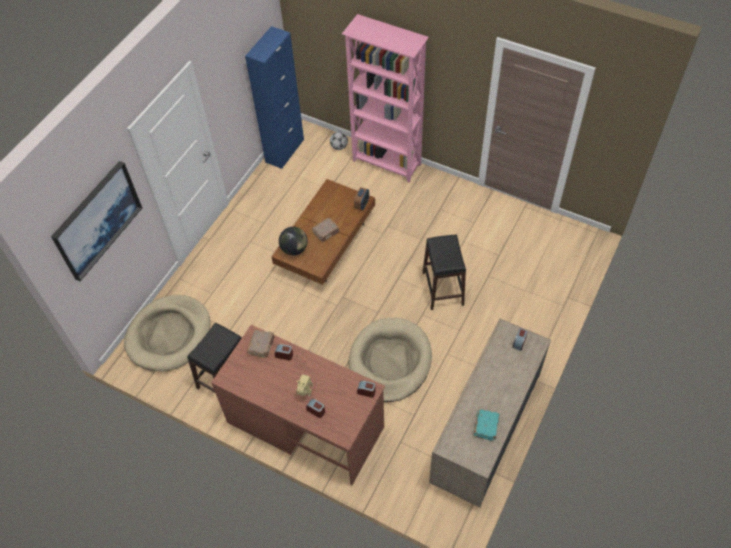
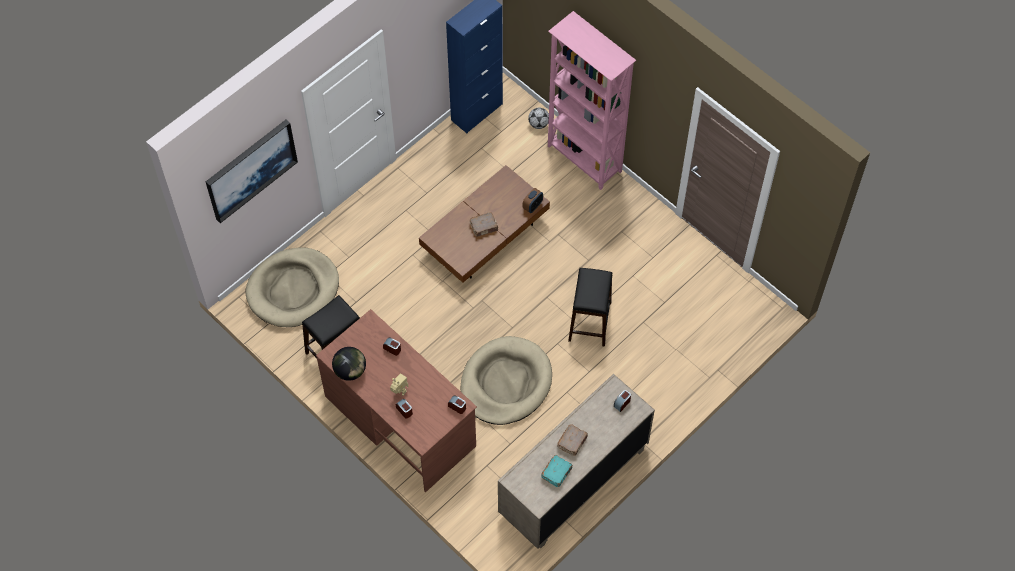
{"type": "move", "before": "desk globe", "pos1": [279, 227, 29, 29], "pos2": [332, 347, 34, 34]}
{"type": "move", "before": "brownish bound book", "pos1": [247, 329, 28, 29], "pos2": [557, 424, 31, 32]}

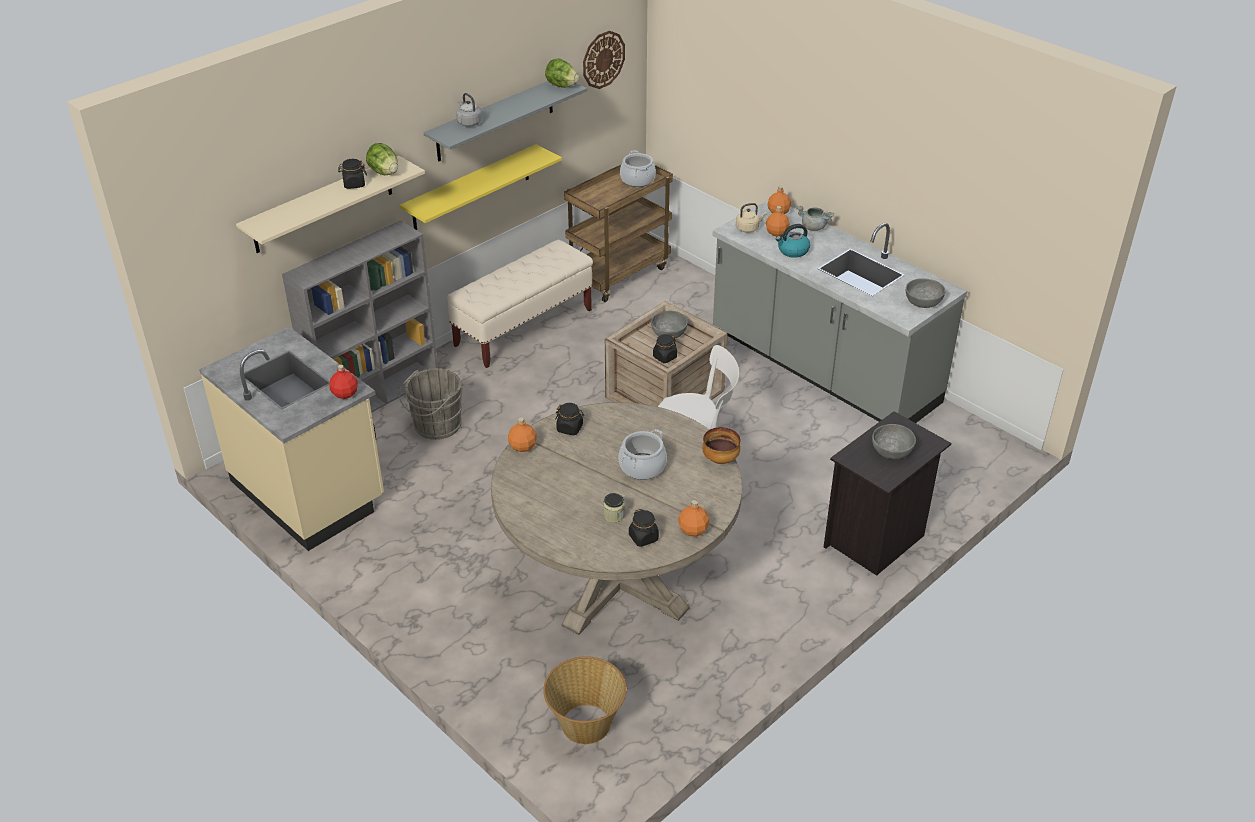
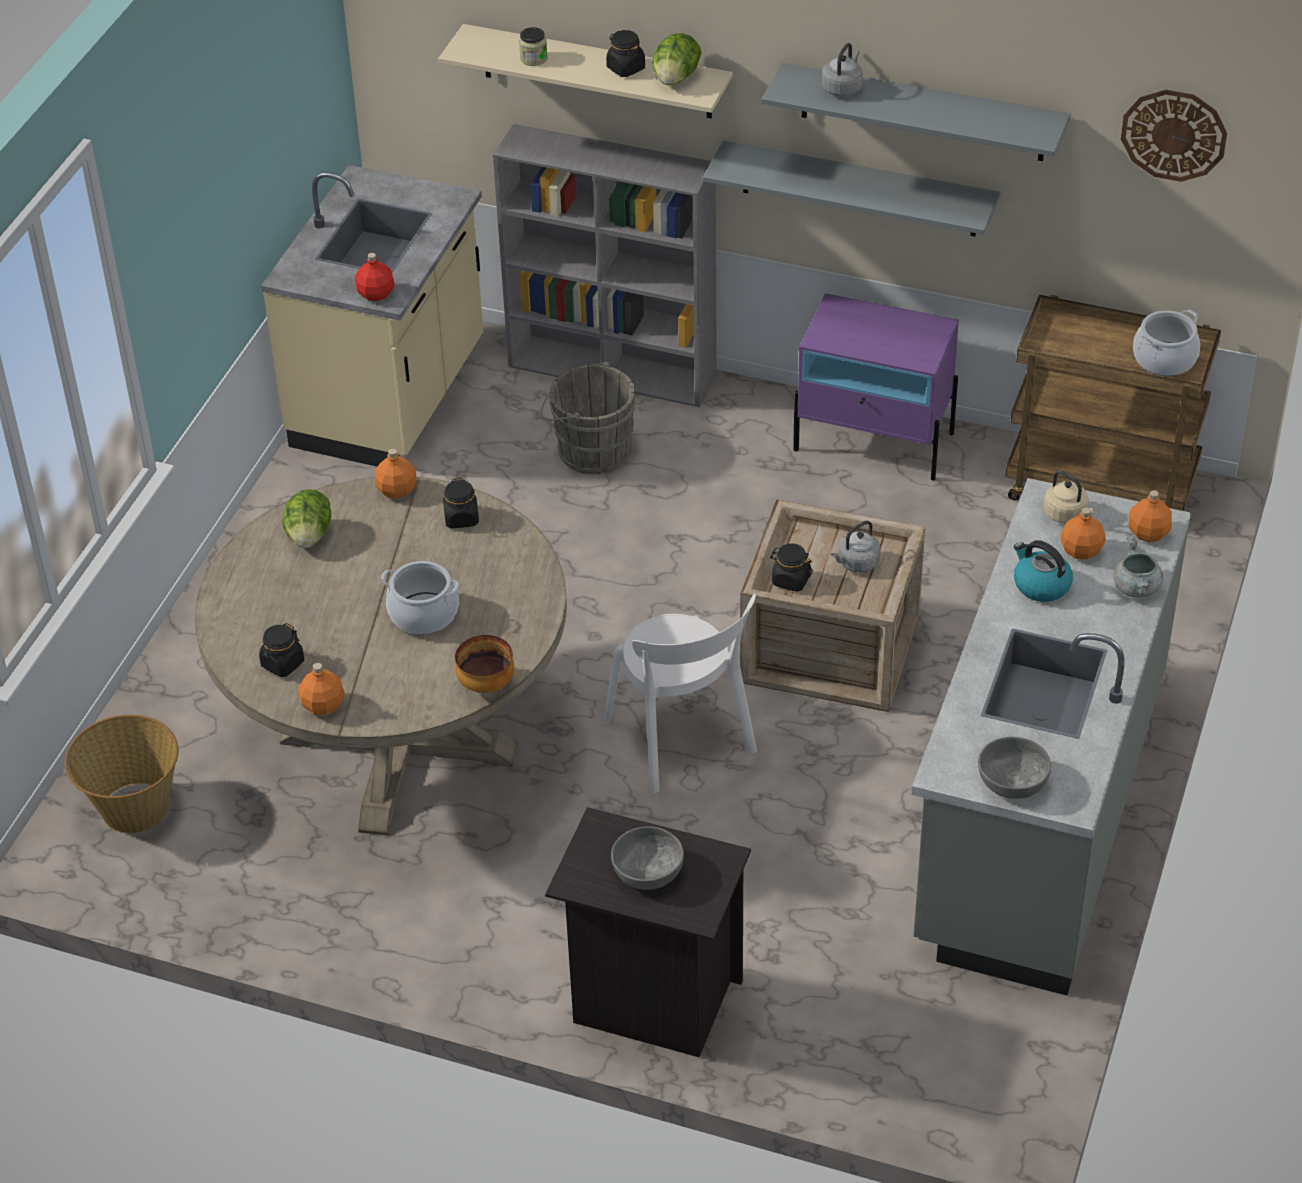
{"type": "move", "before": "lettuce", "pos1": [545, 59, 34, 29], "pos2": [282, 489, 49, 59]}
{"type": "move", "before": "preserve jar", "pos1": [603, 493, 22, 30], "pos2": [519, 27, 28, 39]}
{"type": "recolor", "before": "yellow-coloured shelf", "after": "gray shelf", "pos1": [400, 144, 162, 86], "pos2": [703, 140, 298, 97]}
{"type": "replace", "before": "beige-coloured indoor bench", "after": "purple nightstand", "pos1": [446, 240, 147, 128], "pos2": [793, 293, 166, 187]}
{"type": "replace", "before": "gray deep dish", "after": "gray water kettle", "pos1": [651, 311, 37, 27], "pos2": [831, 521, 50, 52]}

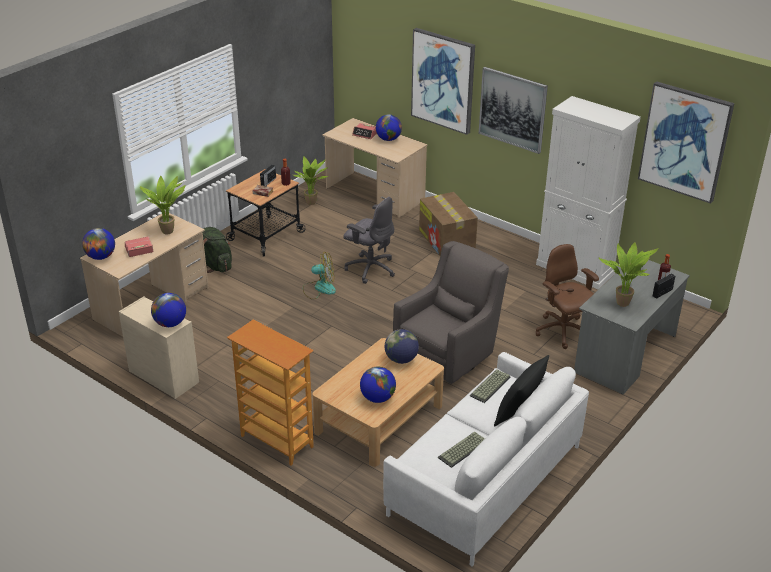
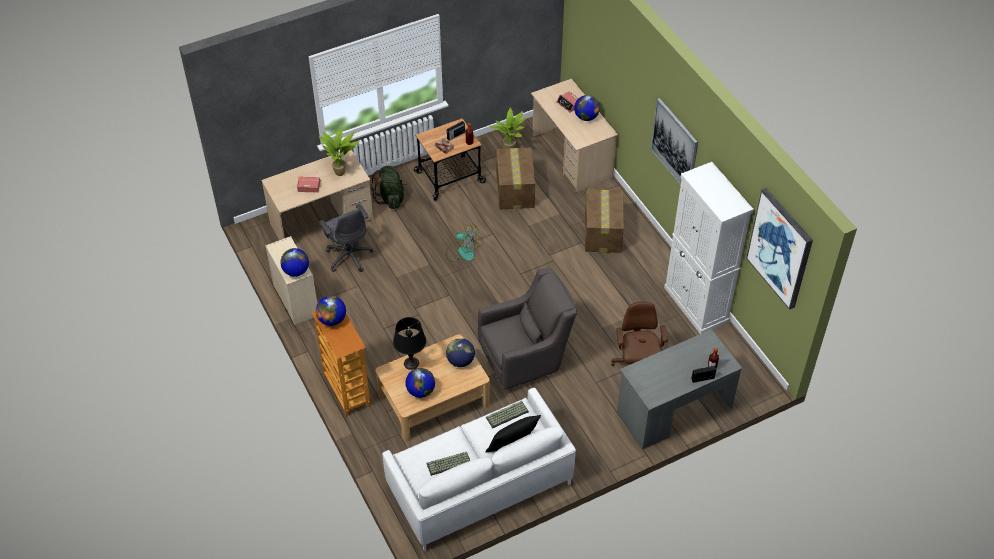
{"type": "move", "before": "desk globe", "pos1": [82, 228, 33, 32], "pos2": [316, 296, 30, 30]}
{"type": "move", "before": "gray computer chair", "pos1": [343, 197, 52, 87], "pos2": [319, 204, 54, 68]}
{"type": "insert", "after": "black table lamp", "pos2": [393, 317, 33, 53]}
{"type": "insert", "after": "carton", "pos2": [496, 147, 39, 62]}
{"type": "delete", "before": "wall picture", "pos1": [411, 28, 64, 107]}
{"type": "delete", "before": "potted plant", "pos1": [599, 242, 59, 65]}

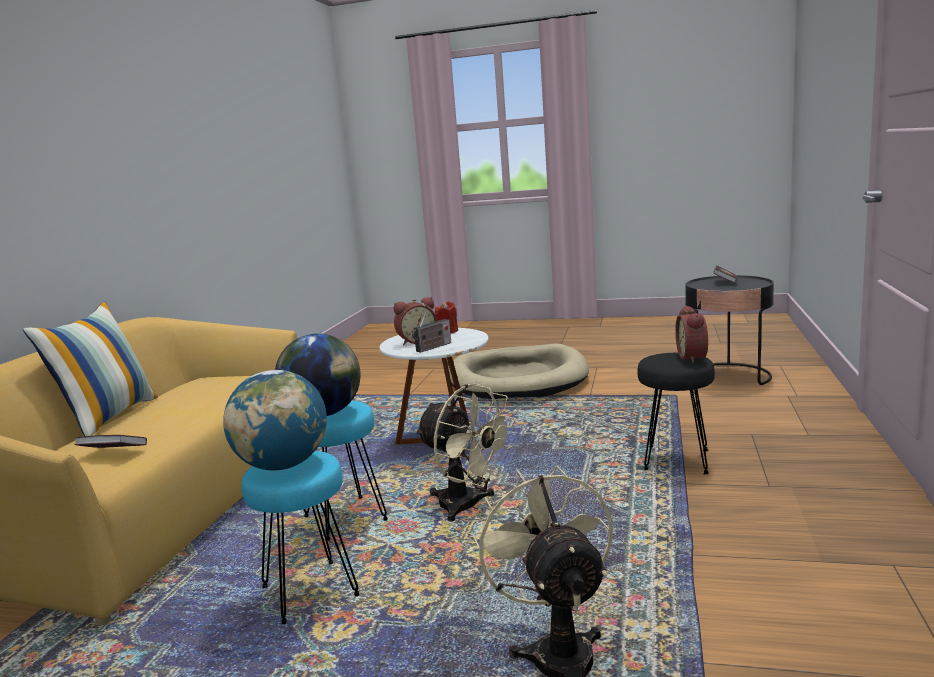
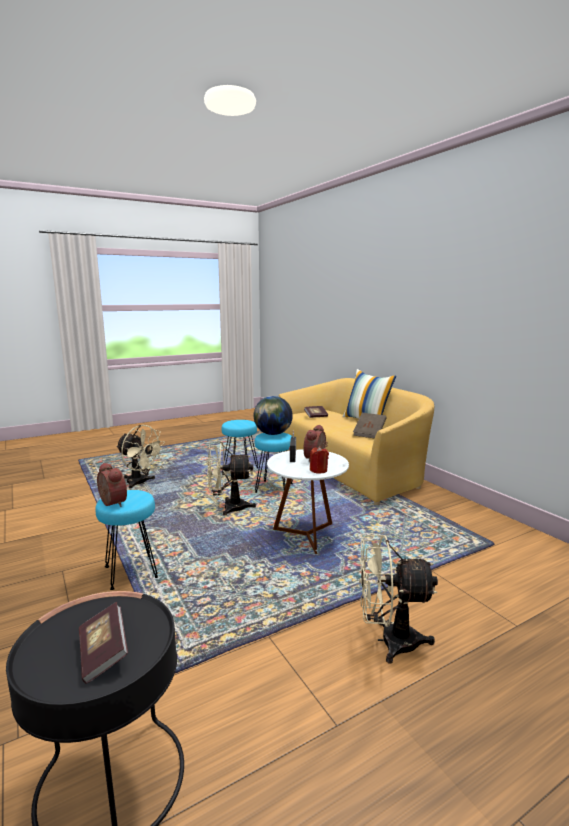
{"type": "recolor", "before": "black stool seat", "after": "turquoise-coloured stool seat", "pos1": [637, 353, 78, 121], "pos2": [95, 490, 63, 100]}
{"type": "insert", "after": "brownish bound book", "pos2": [353, 413, 34, 26]}
{"type": "replace", "before": "beige-coloured dog bed", "after": "beige-coloured fan", "pos1": [449, 344, 140, 55], "pos2": [359, 535, 79, 129]}
{"type": "delete", "before": "desk globe", "pos1": [223, 370, 104, 100]}

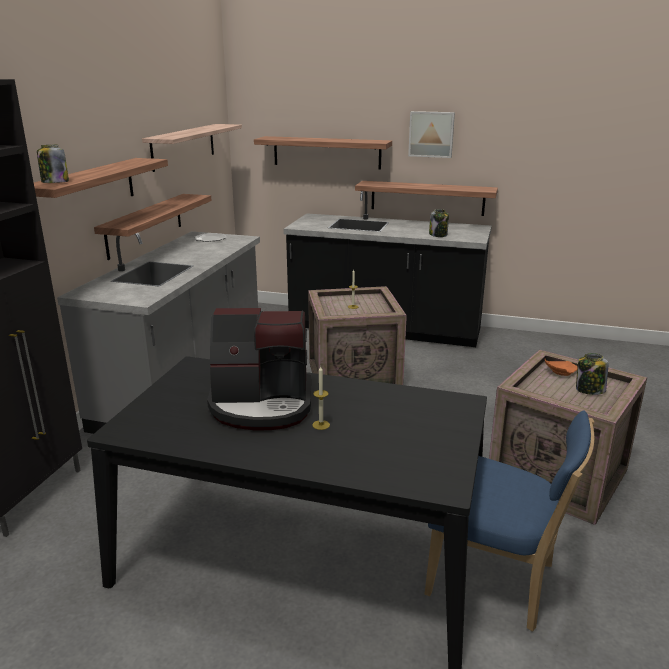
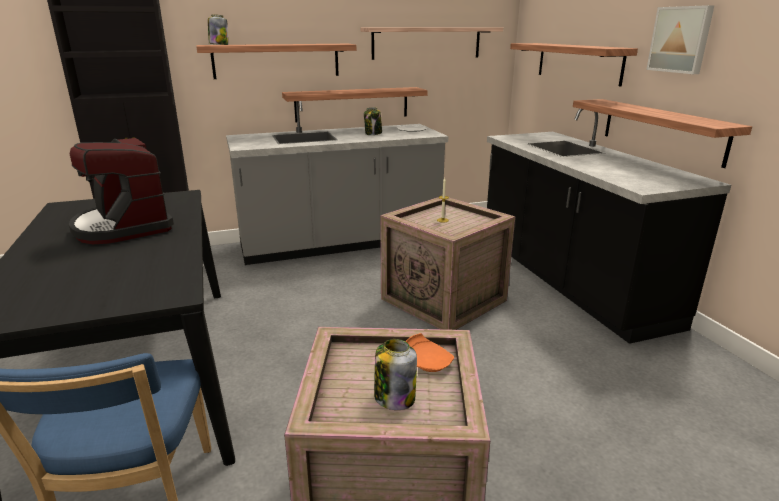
{"type": "move", "before": "preserve jar", "pos1": [429, 209, 20, 28], "pos2": [364, 107, 18, 28]}
{"type": "delete", "before": "candle", "pos1": [312, 366, 18, 64]}

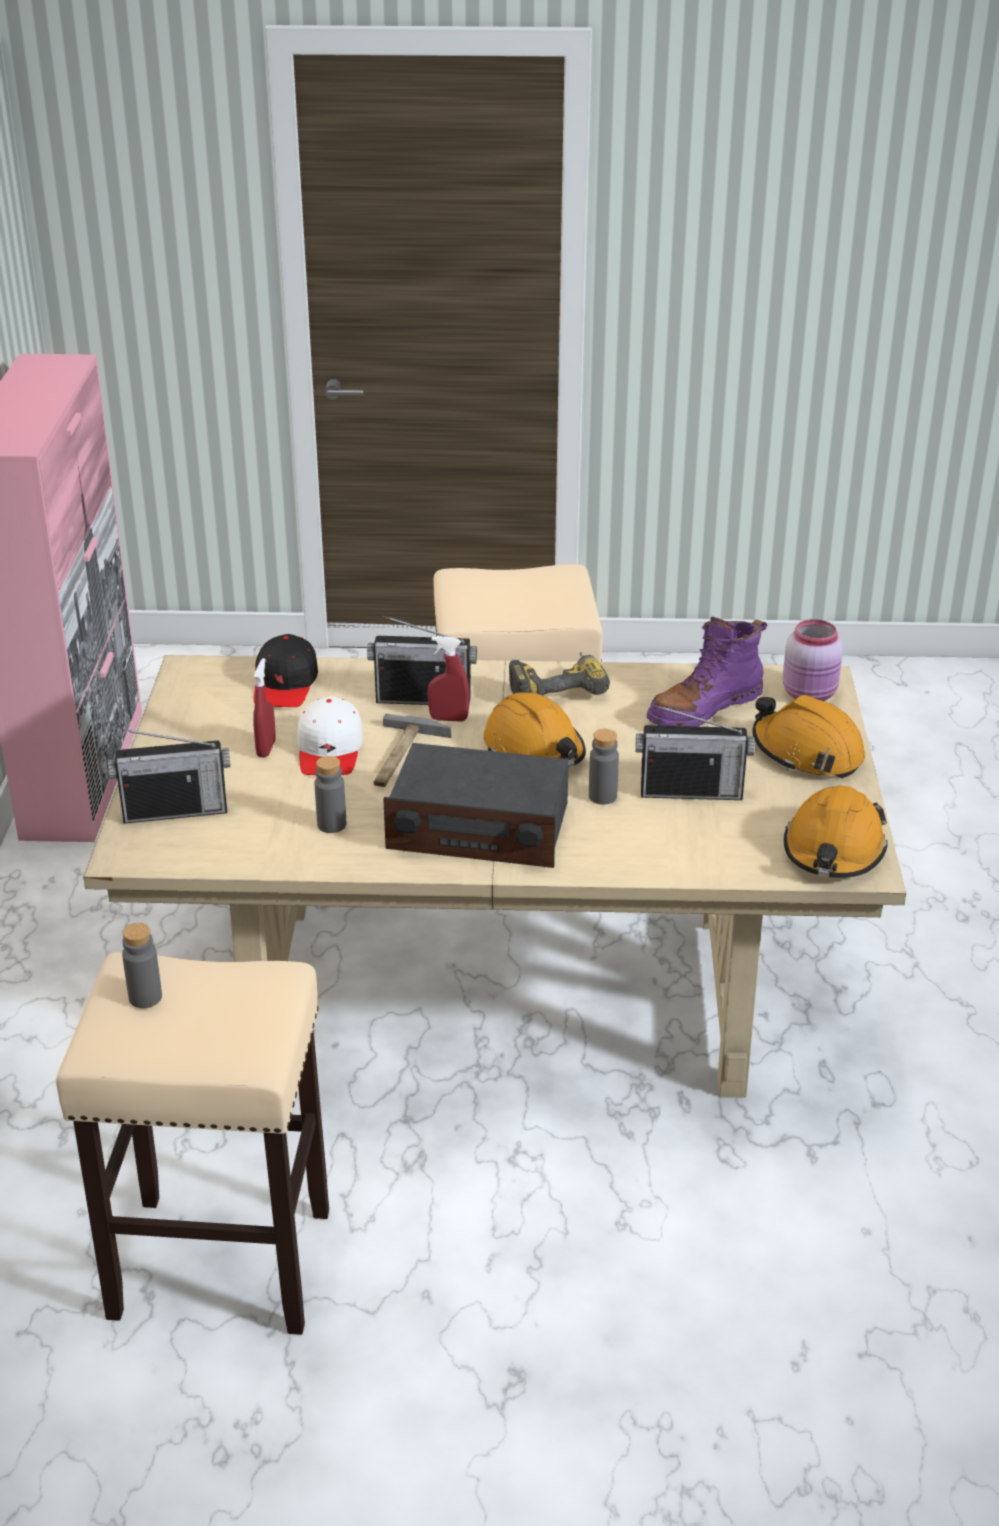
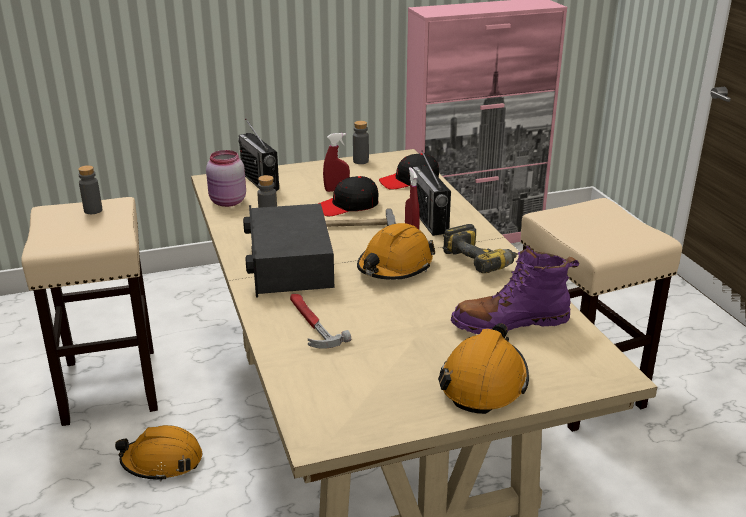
{"type": "move", "before": "orange hard hat", "pos1": [784, 785, 103, 93], "pos2": [115, 425, 87, 57]}
{"type": "move", "before": "pinkish preserve jar", "pos1": [783, 619, 60, 82], "pos2": [206, 150, 40, 57]}
{"type": "insert", "after": "hammer", "pos2": [290, 294, 61, 55]}
{"type": "recolor", "before": "white-coloured peaked cap", "after": "black peaked cap", "pos1": [298, 696, 65, 79], "pos2": [318, 176, 61, 40]}
{"type": "move", "before": "gray bottle", "pos1": [589, 729, 30, 75], "pos2": [353, 121, 16, 43]}
{"type": "rotate", "before": "purple boot", "pos1": [647, 617, 120, 110], "pos2": [451, 245, 128, 89], "turn": -45}
{"type": "delete", "before": "radio receiver", "pos1": [635, 705, 120, 95]}

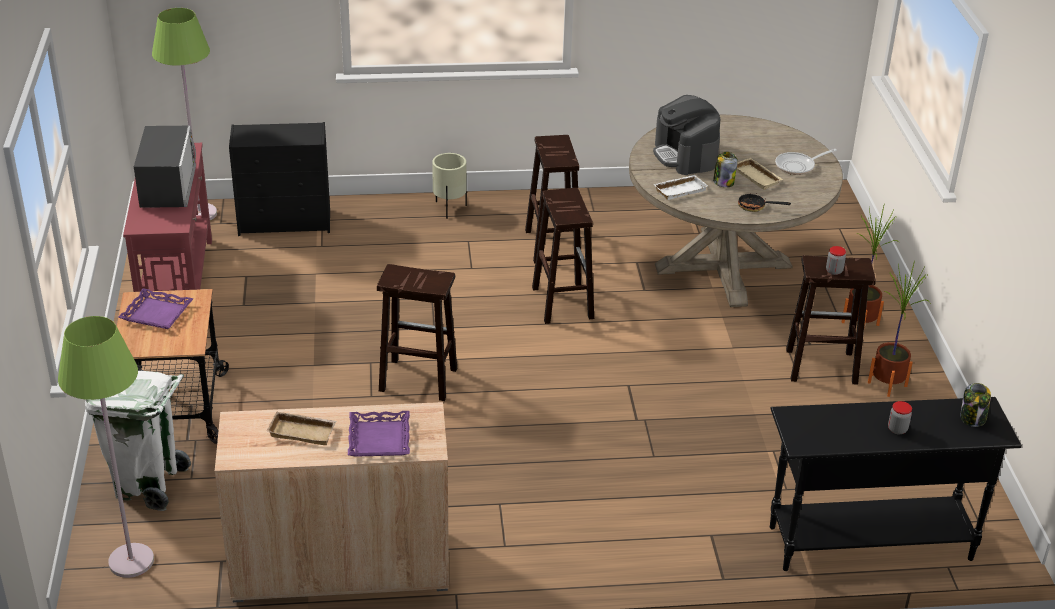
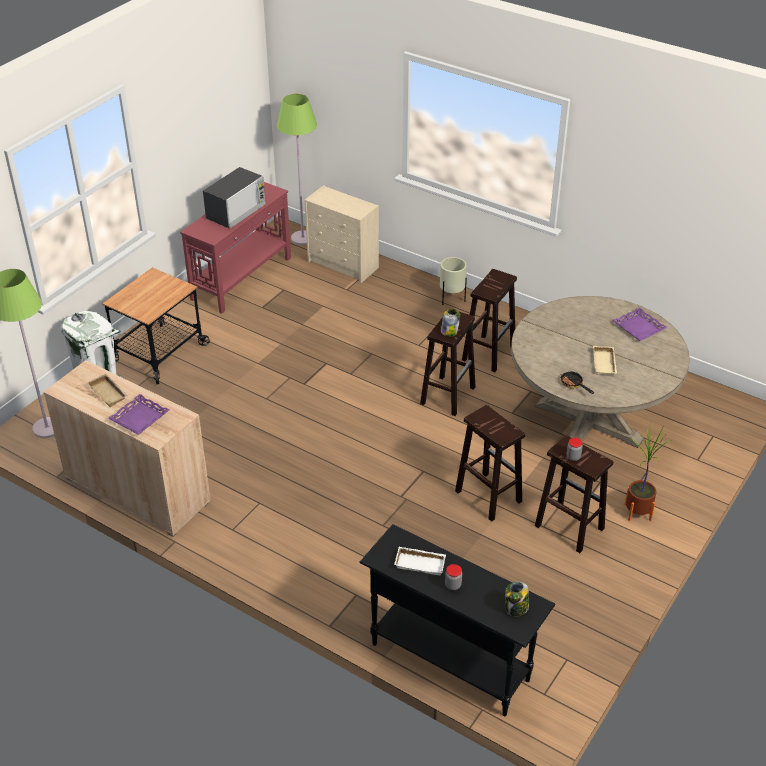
{"type": "recolor", "before": "black drawer chest", "after": "beige-coloured drawer chest", "pos1": [229, 122, 101, 114], "pos2": [305, 185, 74, 98]}
{"type": "move", "before": "white-coloured tray", "pos1": [653, 175, 55, 25], "pos2": [394, 547, 52, 28]}
{"type": "move", "before": "preserve jar", "pos1": [713, 152, 25, 36], "pos2": [441, 309, 19, 28]}
{"type": "move", "before": "brownish stool seat", "pos1": [377, 264, 80, 137], "pos2": [455, 405, 70, 117]}
{"type": "move", "before": "purple tray", "pos1": [118, 288, 76, 41], "pos2": [613, 307, 55, 34]}
{"type": "delete", "before": "coffee brewer", "pos1": [653, 95, 67, 80]}
{"type": "delete", "before": "skillet", "pos1": [775, 149, 62, 26]}
{"type": "delete", "before": "potted plant", "pos1": [868, 261, 62, 136]}

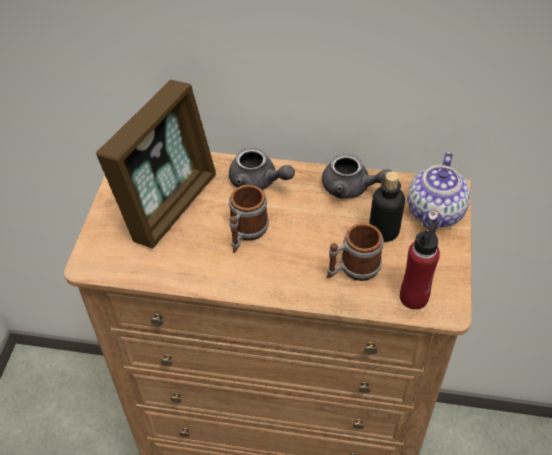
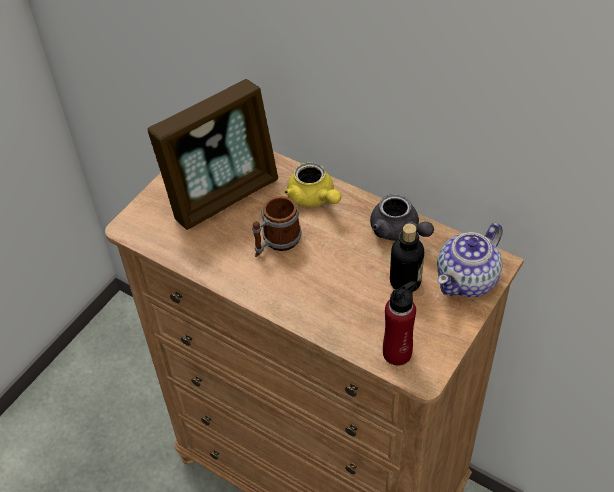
{"type": "recolor", "before": "gray teapot", "after": "yellow-coloured teapot", "pos1": [229, 147, 66, 43], "pos2": [284, 162, 57, 45]}
{"type": "delete", "before": "mug", "pos1": [326, 223, 58, 58]}

